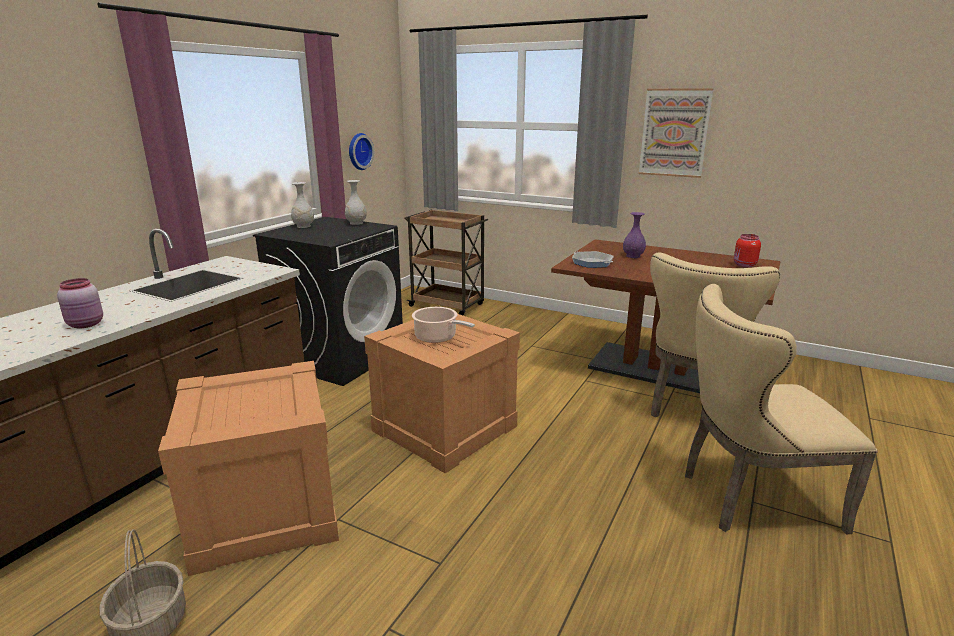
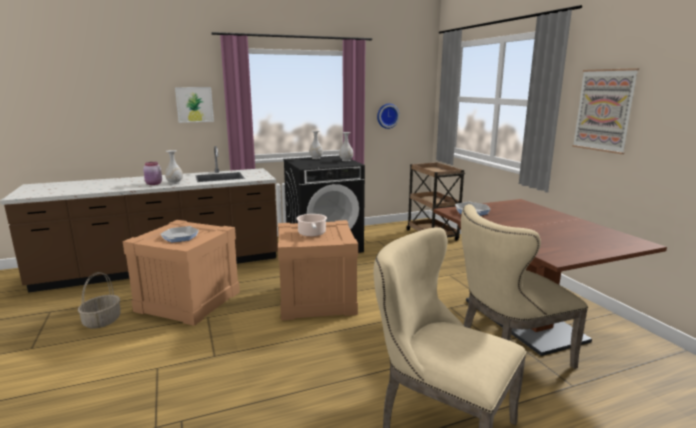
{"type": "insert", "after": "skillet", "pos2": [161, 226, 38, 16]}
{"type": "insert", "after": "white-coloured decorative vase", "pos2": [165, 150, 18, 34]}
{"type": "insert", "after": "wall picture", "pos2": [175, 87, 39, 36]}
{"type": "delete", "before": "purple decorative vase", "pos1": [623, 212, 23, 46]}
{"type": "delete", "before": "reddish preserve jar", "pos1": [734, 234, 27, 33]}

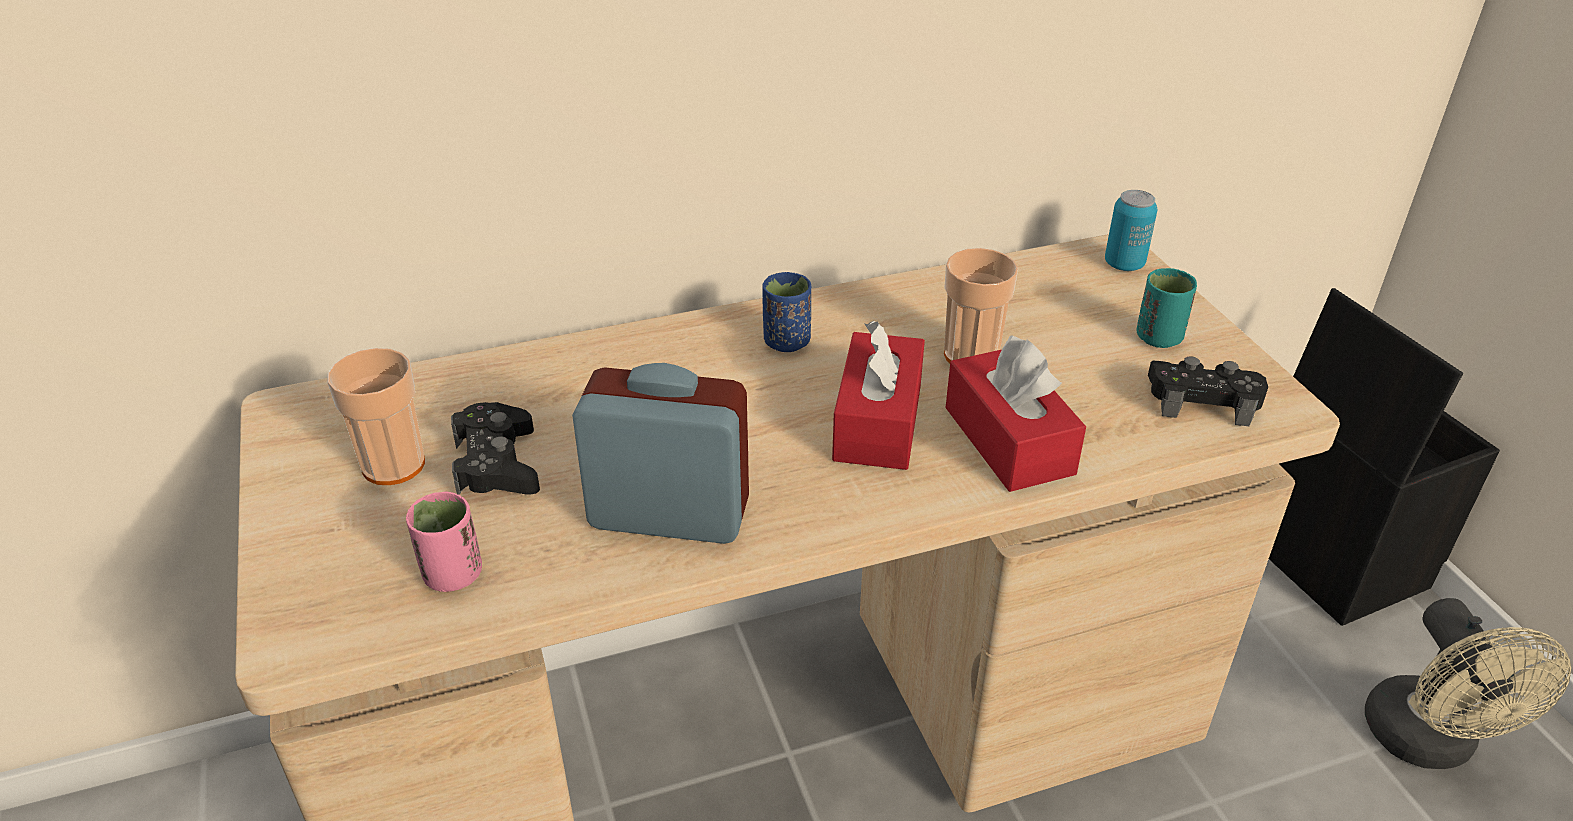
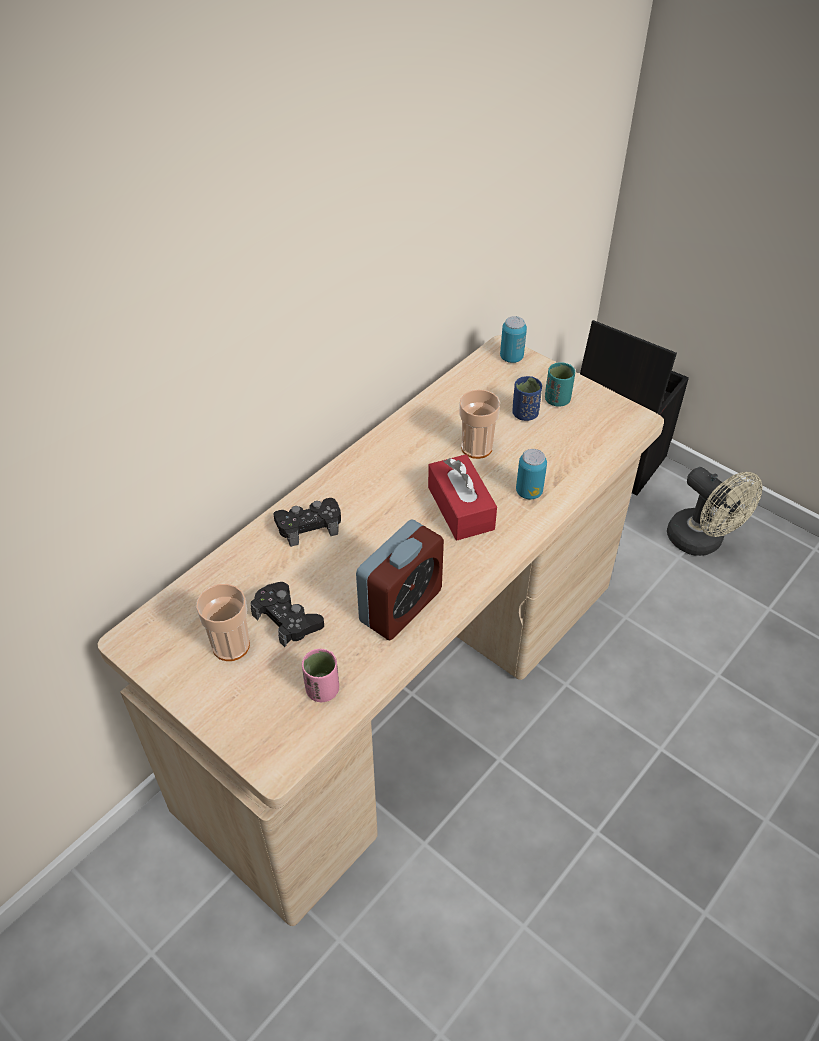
{"type": "move", "before": "black joypad", "pos1": [1148, 356, 120, 70], "pos2": [273, 498, 68, 49]}
{"type": "rotate", "before": "table clock", "pos1": [572, 363, 177, 181], "pos2": [356, 519, 88, 121], "turn": 150}
{"type": "move", "before": "blue drinking cup", "pos1": [762, 272, 49, 80], "pos2": [513, 376, 29, 45]}
{"type": "replace", "before": "reddish tissue holder", "after": "can", "pos1": [946, 335, 140, 157], "pos2": [516, 449, 31, 51]}

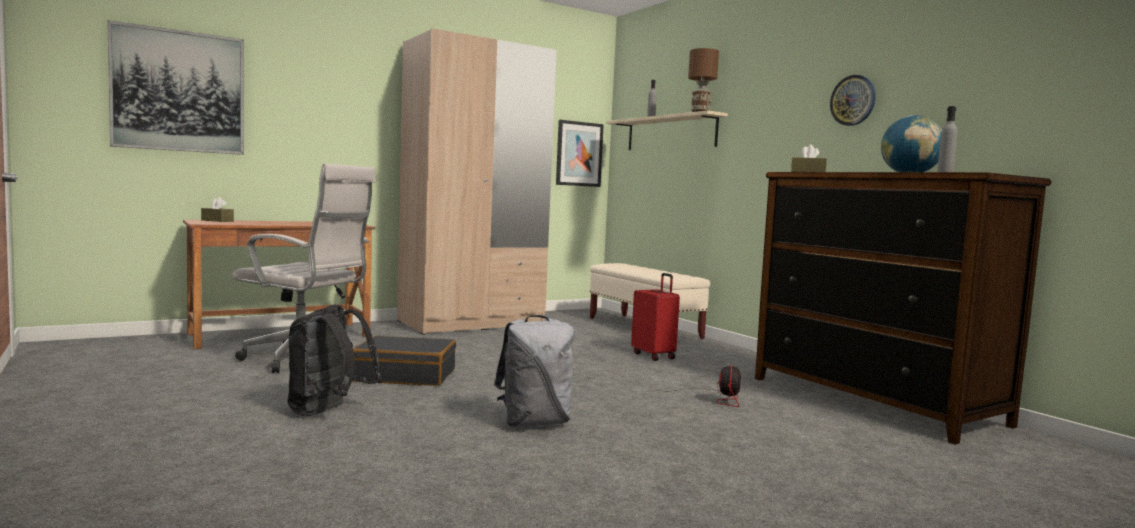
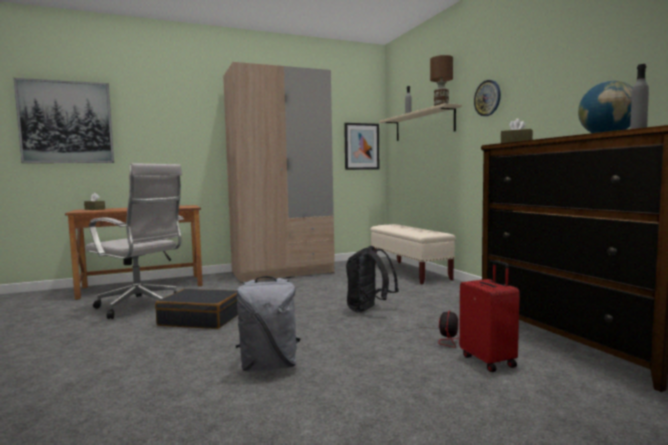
{"type": "move", "before": "black backpack", "pos1": [288, 304, 93, 112], "pos2": [346, 246, 53, 67]}
{"type": "move", "before": "reddish piece of luggage", "pos1": [631, 273, 49, 88], "pos2": [459, 260, 61, 112]}
{"type": "move", "before": "hanging clock", "pos1": [830, 75, 46, 51], "pos2": [474, 80, 27, 36]}

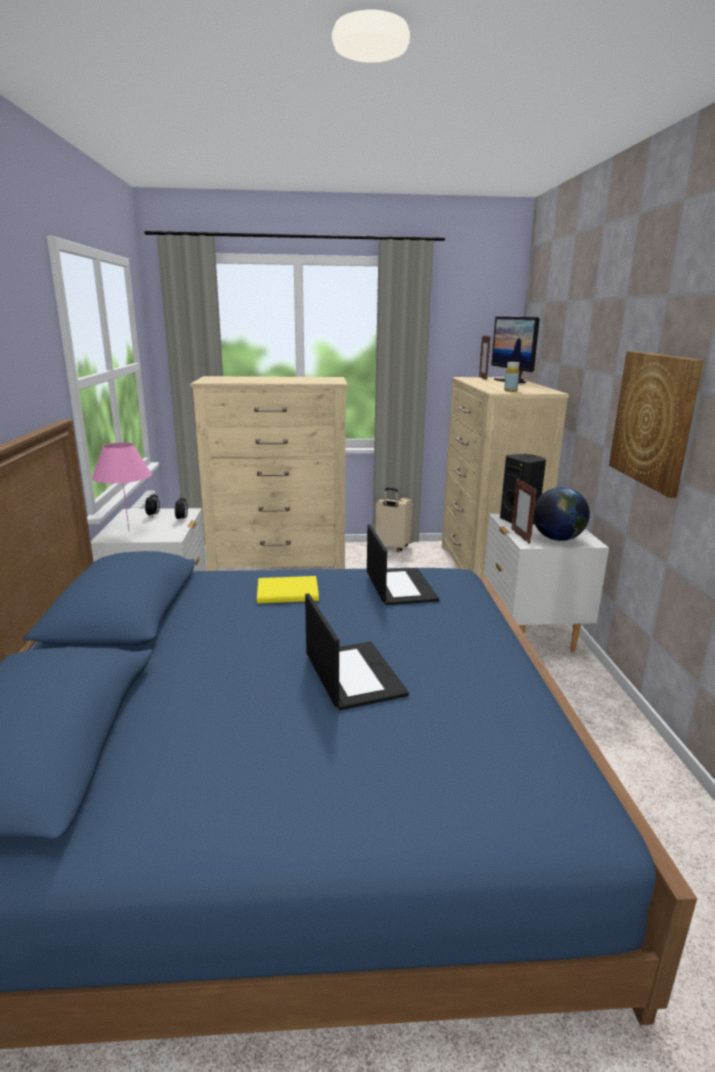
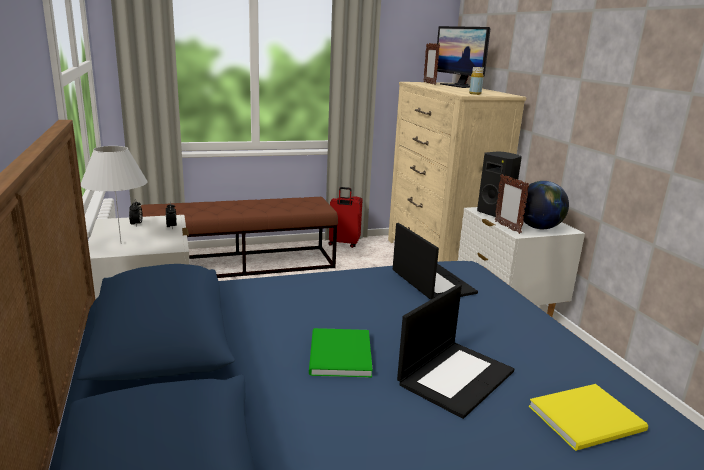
{"type": "recolor", "before": "pinkish table lamp", "after": "white-coloured table lamp", "pos1": [92, 442, 60, 90], "pos2": [81, 146, 67, 97]}
{"type": "replace", "before": "beige-coloured drawer chest", "after": "brownish indoor bench", "pos1": [190, 376, 158, 195], "pos2": [140, 197, 198, 81]}
{"type": "insert", "after": "green-coloured bound book", "pos2": [309, 328, 64, 50]}
{"type": "recolor", "before": "beige-coloured piece of luggage", "after": "reddish piece of luggage", "pos1": [375, 488, 38, 64], "pos2": [328, 187, 35, 61]}
{"type": "rotate", "before": "notebook computer", "pos1": [305, 593, 104, 117], "pos2": [397, 284, 118, 135], "turn": 75}
{"type": "move", "before": "yellow-coloured bound book", "pos1": [257, 576, 62, 28], "pos2": [529, 384, 119, 67]}
{"type": "delete", "before": "wall picture", "pos1": [609, 351, 95, 147]}

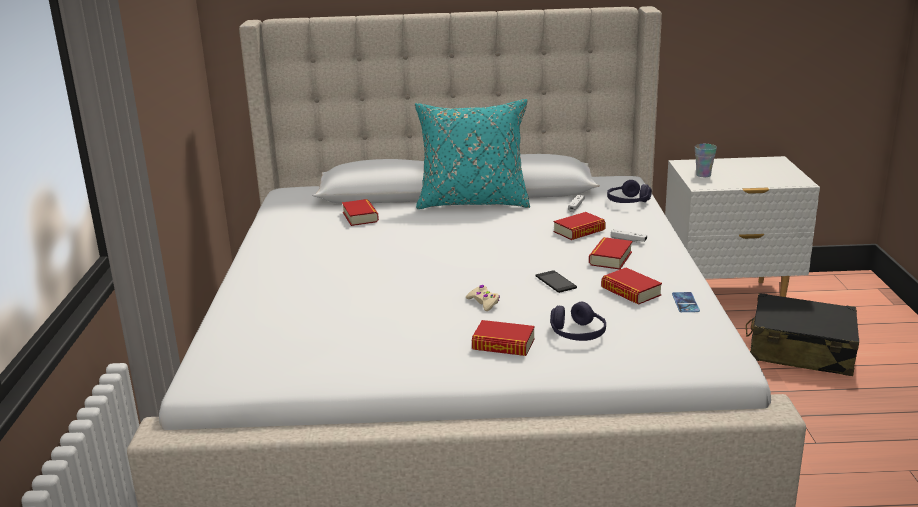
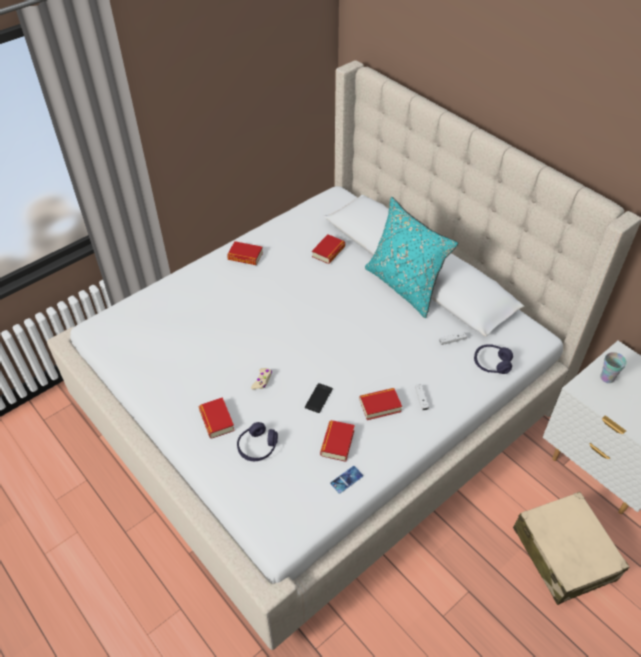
{"type": "move", "before": "bound book", "pos1": [554, 212, 52, 28], "pos2": [227, 241, 36, 24]}
{"type": "recolor", "before": "black piece of luggage", "after": "beige-coloured piece of luggage", "pos1": [746, 293, 113, 83], "pos2": [513, 492, 116, 113]}

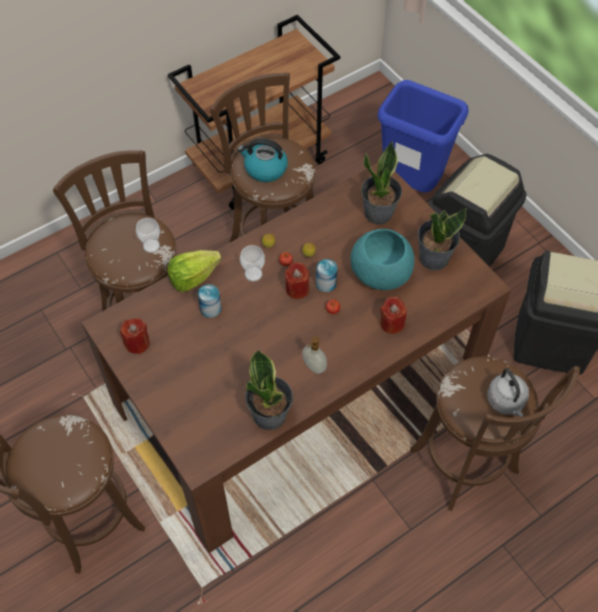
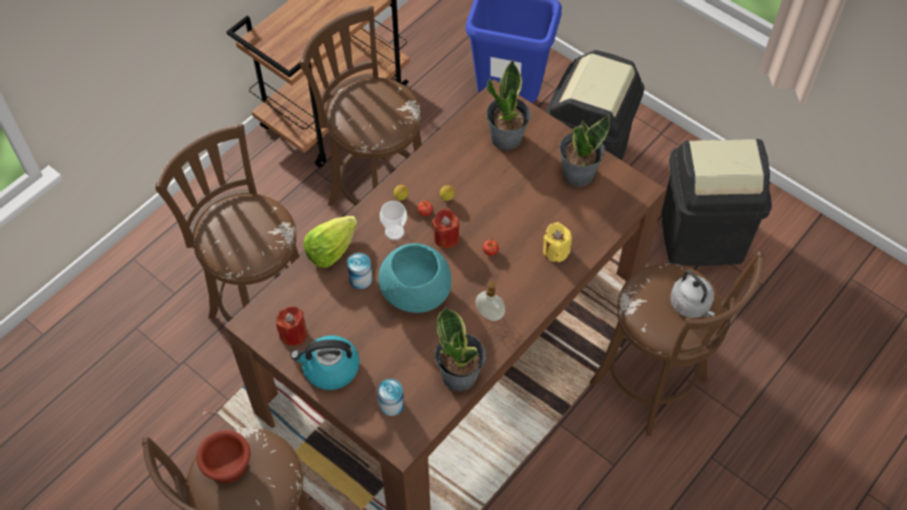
{"type": "insert", "after": "brownish deep dish", "pos2": [197, 430, 53, 53]}
{"type": "move", "before": "water kettle", "pos1": [237, 138, 51, 44], "pos2": [291, 335, 69, 55]}
{"type": "move", "before": "can", "pos1": [316, 259, 21, 33], "pos2": [377, 379, 27, 37]}
{"type": "move", "before": "turquoise-coloured deep dish", "pos1": [350, 229, 64, 61], "pos2": [378, 243, 73, 70]}
{"type": "recolor", "before": "reddish candle", "after": "yellow-coloured candle", "pos1": [380, 297, 27, 37], "pos2": [543, 222, 29, 40]}
{"type": "delete", "before": "drinking cup", "pos1": [136, 218, 24, 35]}

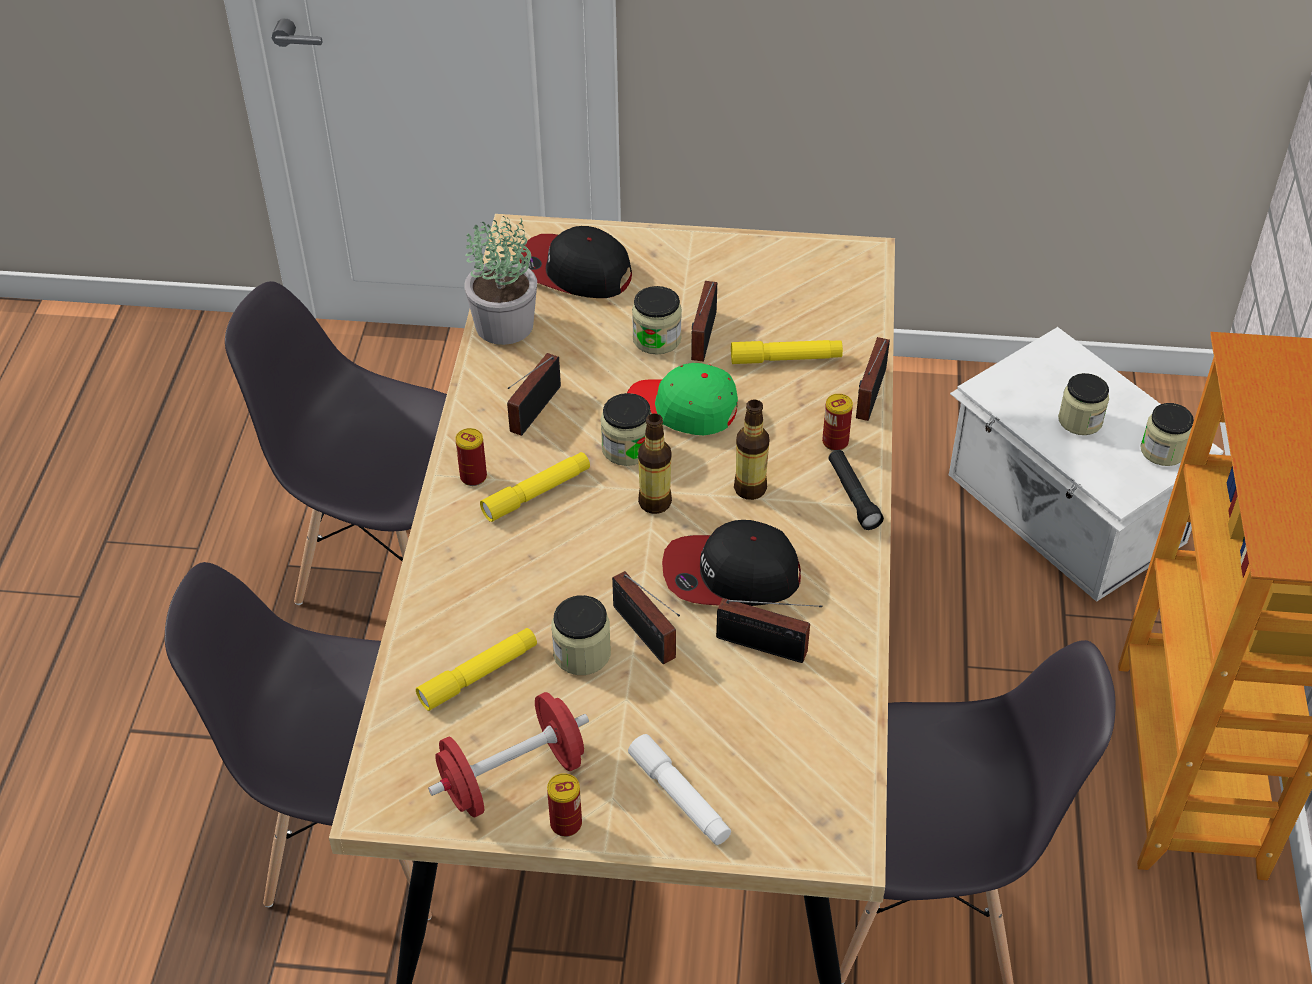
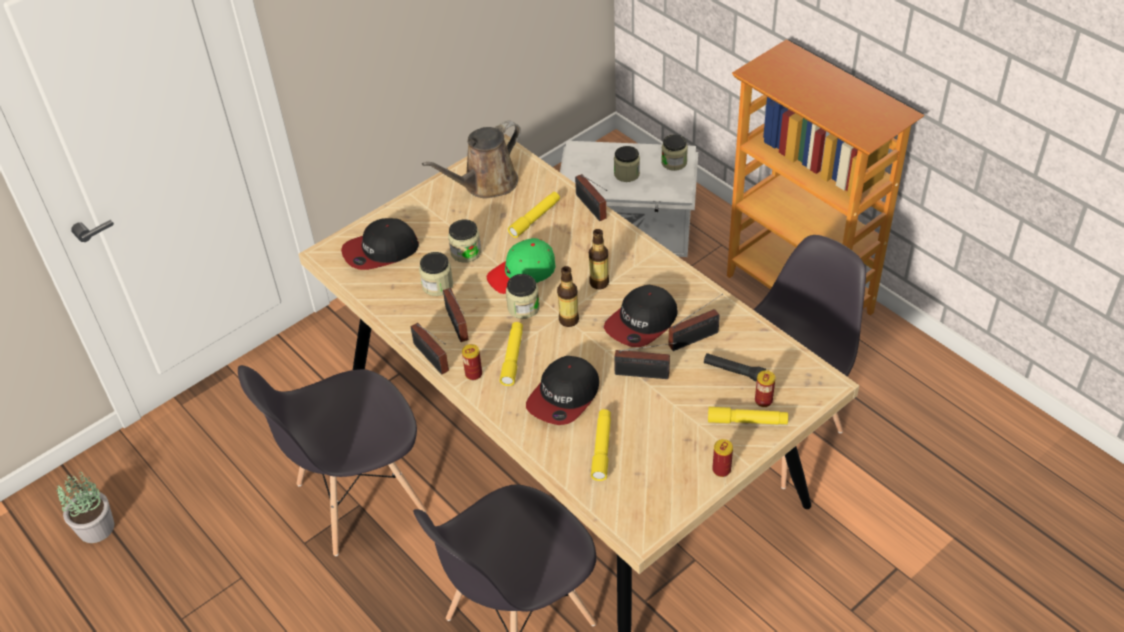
{"type": "move", "before": "potted plant", "pos1": [464, 216, 73, 129], "pos2": [57, 471, 57, 72]}
{"type": "move", "before": "radio receiver", "pos1": [691, 281, 26, 81], "pos2": [410, 323, 39, 52]}
{"type": "move", "before": "preserve jar", "pos1": [551, 595, 60, 80], "pos2": [419, 252, 34, 44]}
{"type": "insert", "after": "brownish sprinkling can", "pos2": [422, 121, 99, 78]}
{"type": "insert", "after": "peaked cap", "pos2": [526, 356, 73, 69]}
{"type": "move", "before": "black torch", "pos1": [828, 450, 56, 80], "pos2": [704, 353, 62, 29]}
{"type": "recolor", "before": "white-coloured torch", "after": "yellow-coloured torch", "pos1": [628, 734, 103, 111], "pos2": [708, 407, 80, 17]}
{"type": "move", "before": "can", "pos1": [822, 394, 31, 57], "pos2": [755, 370, 20, 37]}
{"type": "delete", "before": "reddish free weight", "pos1": [428, 692, 161, 125]}

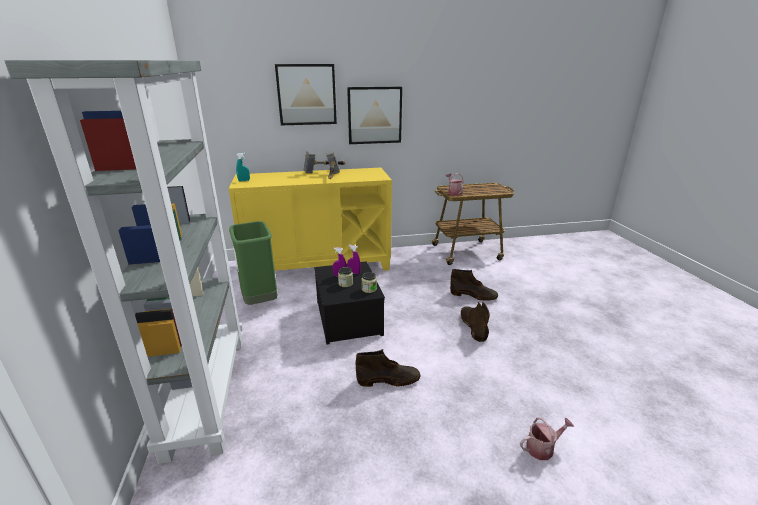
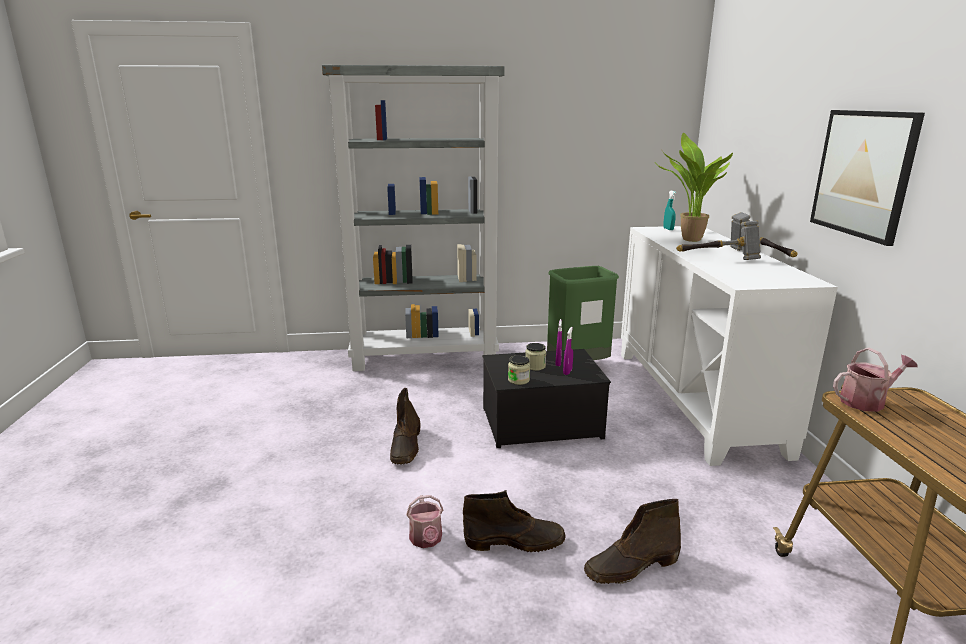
{"type": "move", "before": "sprinkling can", "pos1": [520, 417, 54, 43], "pos2": [406, 495, 37, 53]}
{"type": "rotate", "before": "brownish boot", "pos1": [450, 269, 48, 32], "pos2": [584, 499, 97, 85], "turn": 45}
{"type": "recolor", "before": "yellow-coloured cabinet", "after": "white-coloured cabinet", "pos1": [229, 168, 163, 103], "pos2": [621, 226, 217, 240]}
{"type": "insert", "after": "potted plant", "pos2": [657, 133, 76, 109]}
{"type": "delete", "before": "wall picture", "pos1": [275, 64, 62, 61]}

